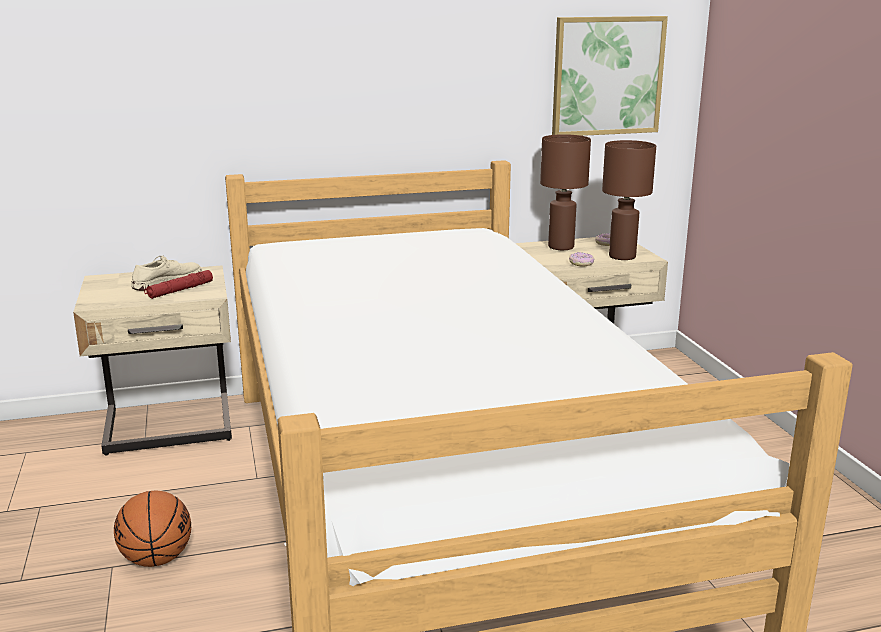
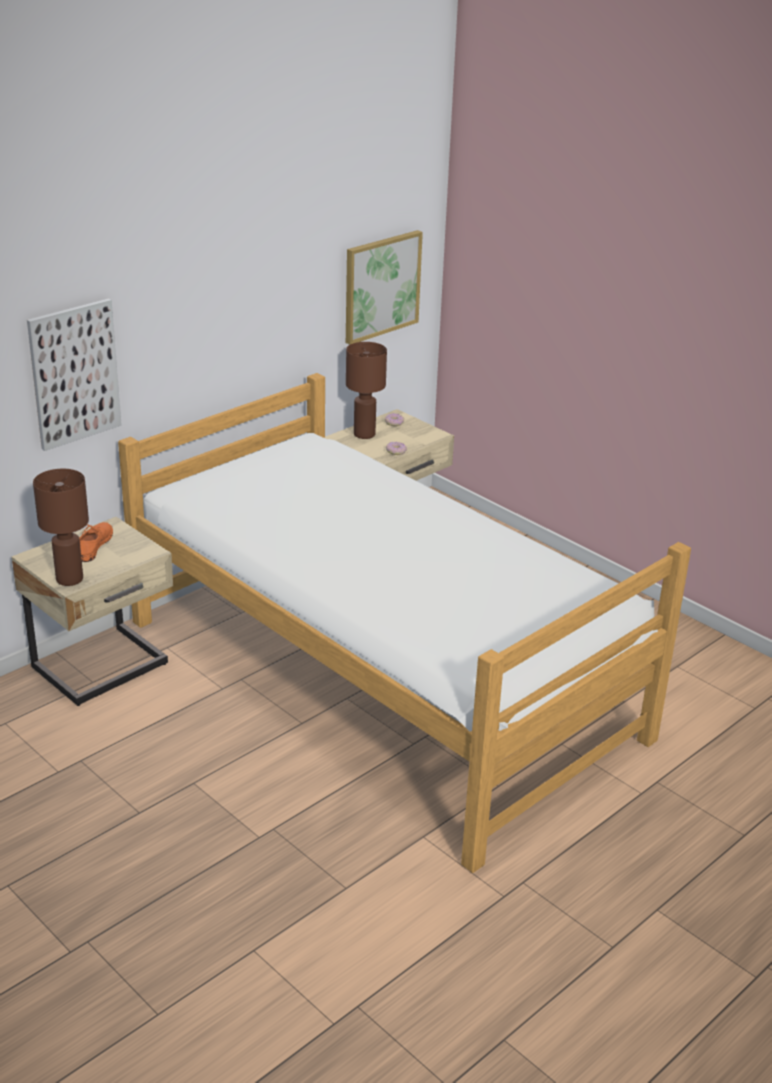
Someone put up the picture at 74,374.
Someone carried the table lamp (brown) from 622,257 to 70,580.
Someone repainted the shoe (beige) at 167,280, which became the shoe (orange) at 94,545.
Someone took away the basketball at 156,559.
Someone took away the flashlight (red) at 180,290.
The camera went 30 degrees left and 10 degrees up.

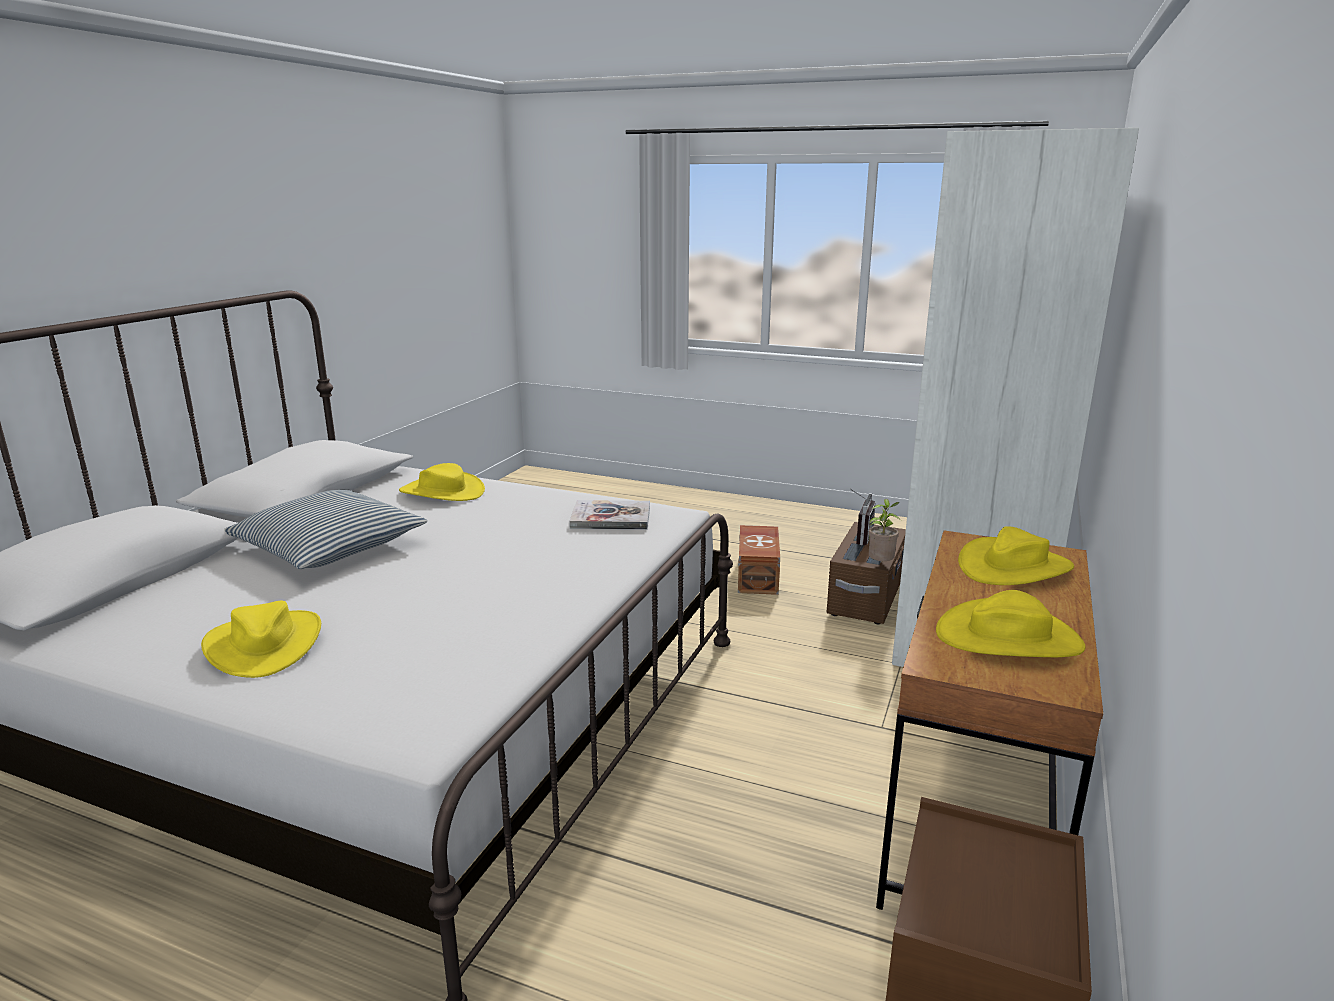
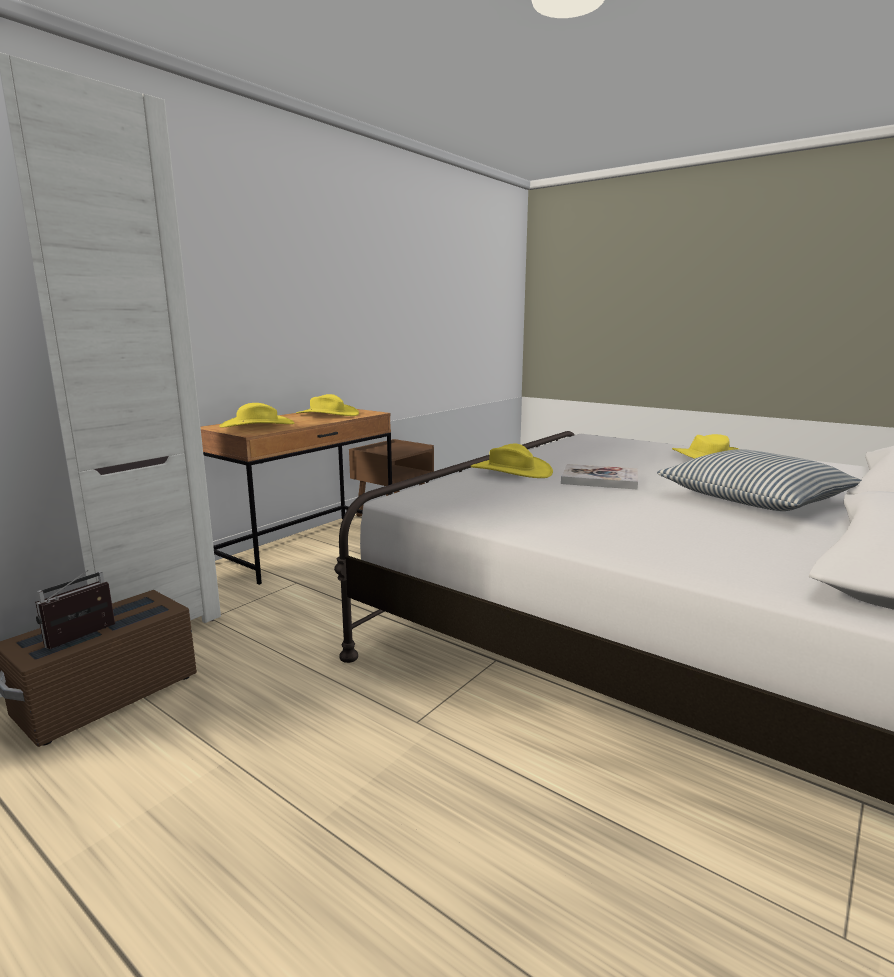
Someone carried the hat (yellow) from 442,491 to 510,471.
Someone carried the book from 611,518 to 599,479.
Someone took away the storage box (brown) at 759,575.
Someone took away the potted plant at 880,565.
The camera went 165 degrees left and 5 degrees down.

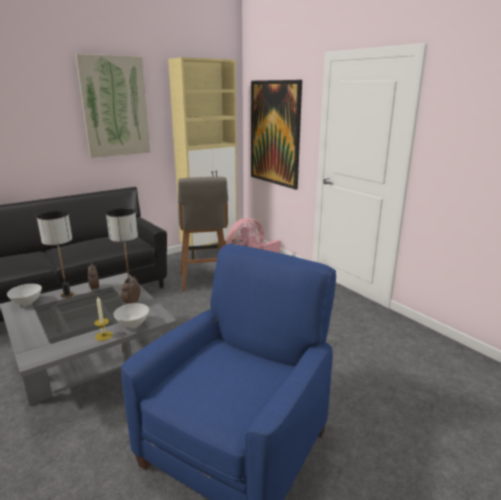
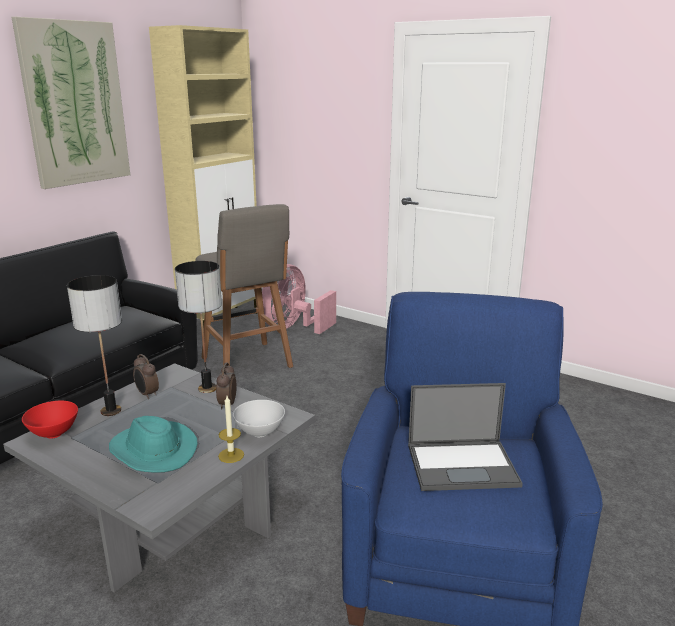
Someone repainted the bowl (white) at 27,303, which became the bowl (red) at 53,434.
Someone put down the hat (turquoise) at 152,450.
Someone put down the laptop at 463,465.
Someone took away the picture at 274,133.
The camera went 20 degrees left and 0 degrees up.

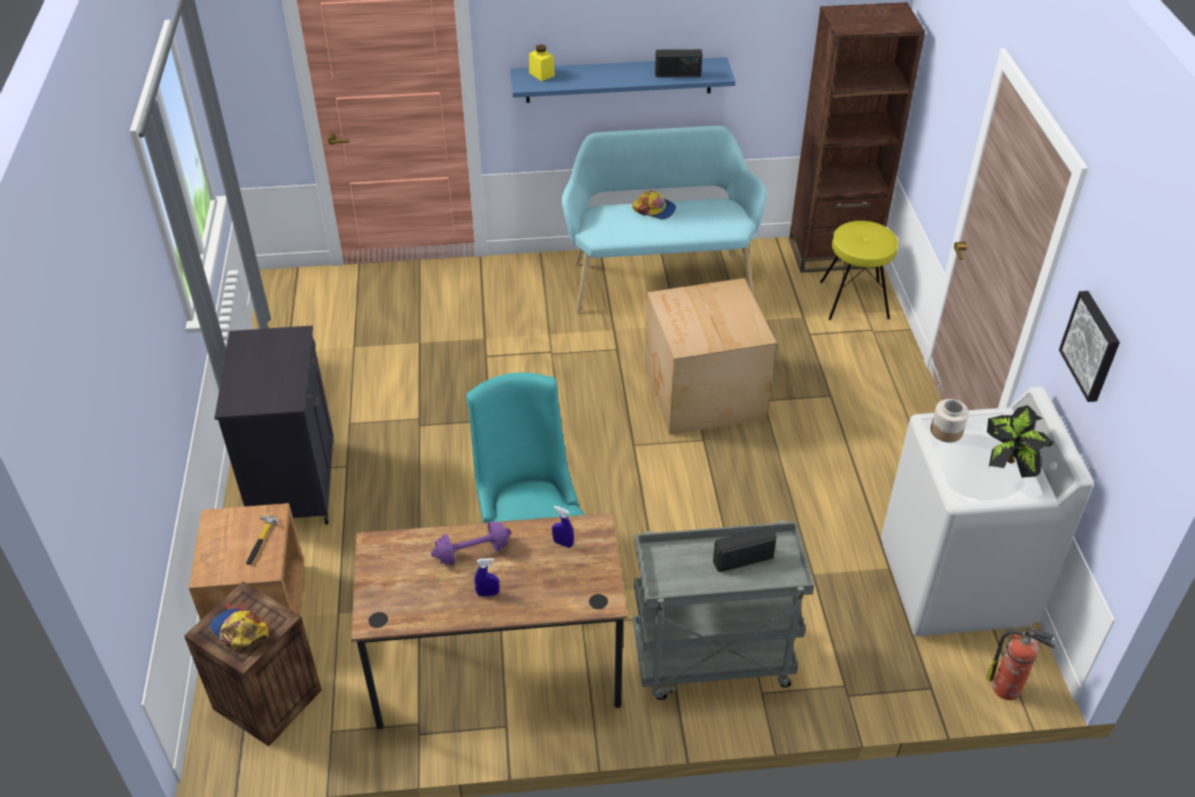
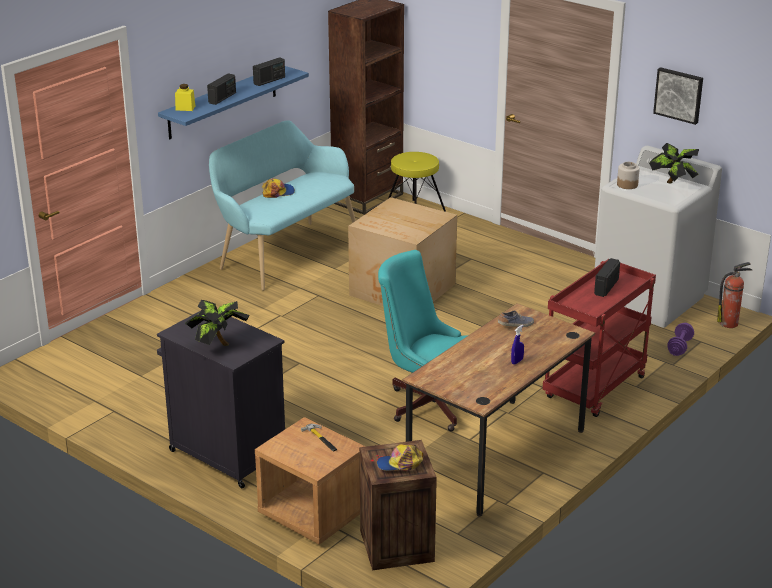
Someone put down the potted plant at 218,345.
Someone put down the radio at 222,98.
Someone swapped the spray bottle (blue) at 563,543 for the shoe at 516,325.
Someone repainted the cart (grey) at 711,662, which became the cart (red) at 595,389.
Someone carried the dumbbell (purple) from 472,552 to 679,347.
The camera went 45 degrees left and 15 degrees down.

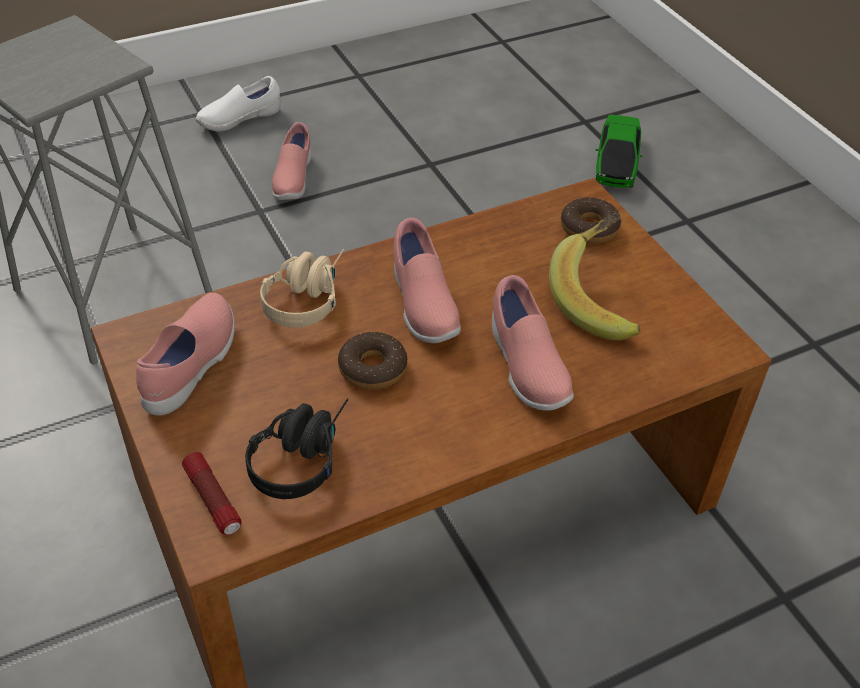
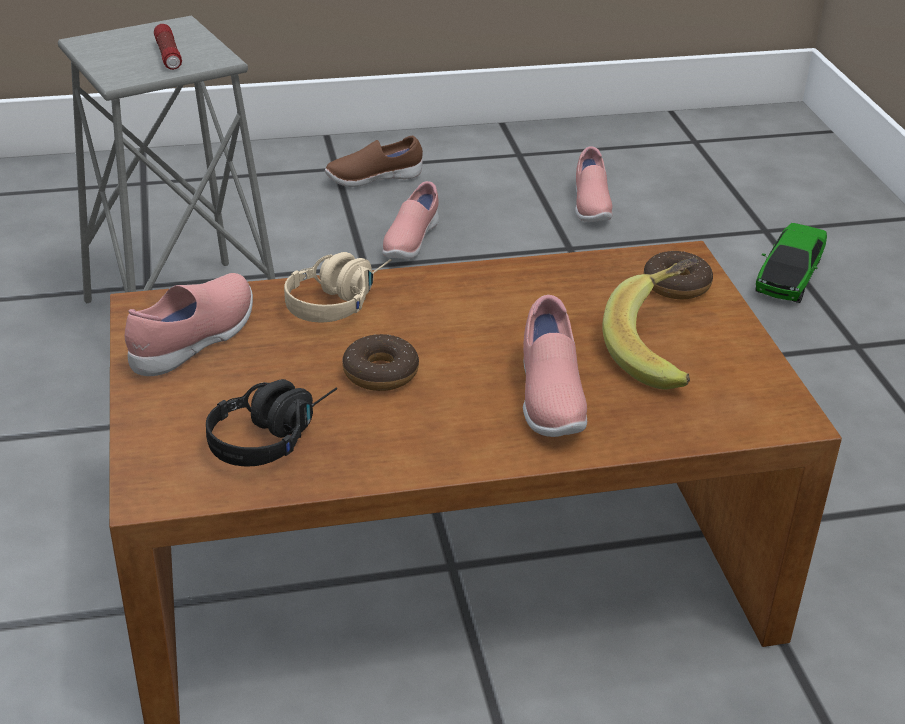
Someone carried the flashlight from 213,500 to 168,56.
Someone repainted the shoe (white) at 239,119, which became the shoe (brown) at 373,179.
Someone carried the shoe (pink) from 422,304 to 590,205.
The camera went 15 degrees right and 10 degrees down.

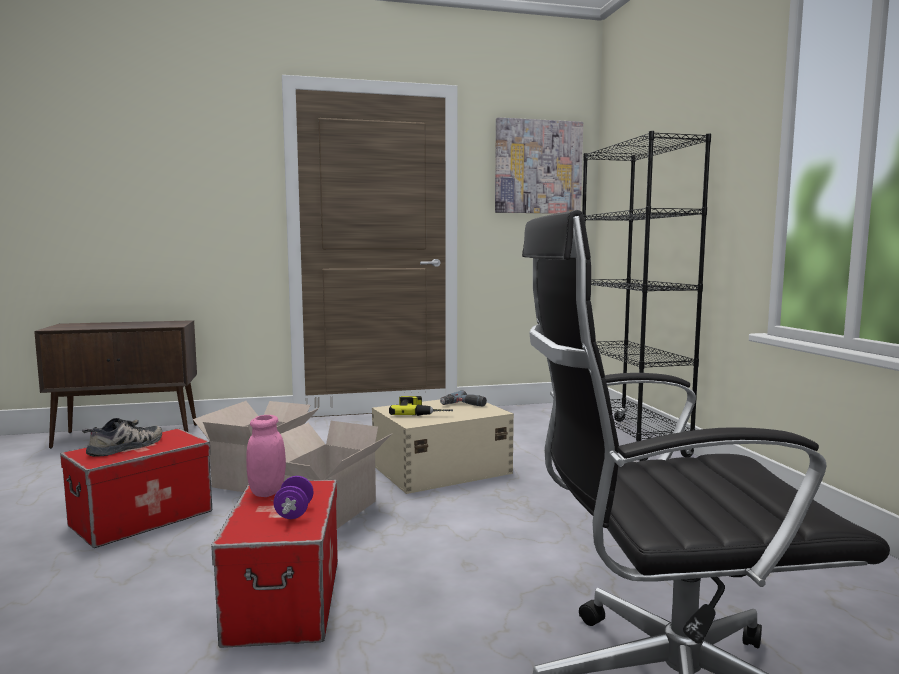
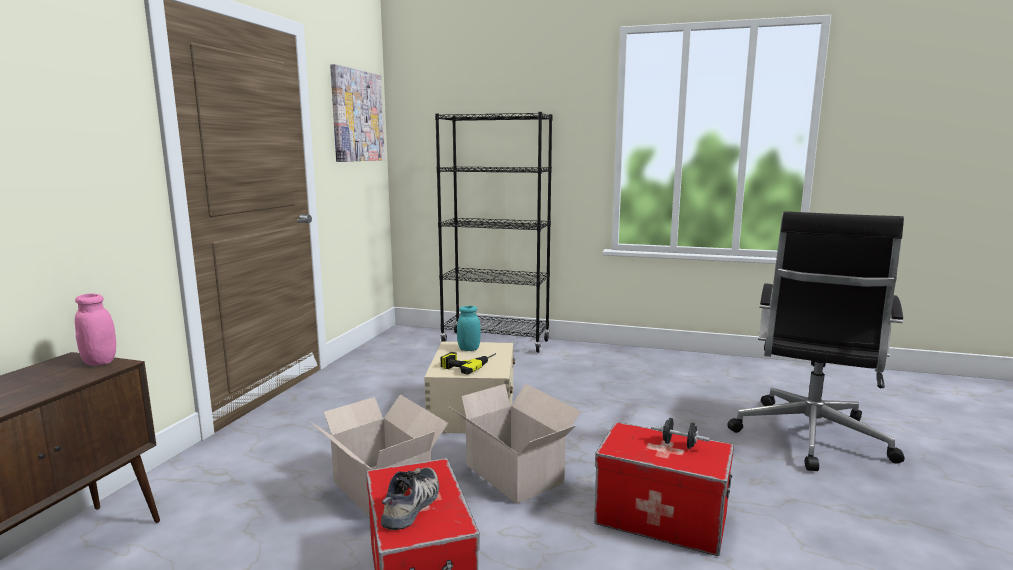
Someone carried the jar (pink) from 267,492 to 100,362.
Someone rotated the shoe at 126,447 by 45 degrees clockwise.
Someone swapped the power drill at 463,405 for the jar (turquoise) at 469,349.
Someone repainted the dumbbell (purple) at 294,513, which became the dumbbell (black) at 679,445.
The camera went 60 degrees left and 5 degrees up.

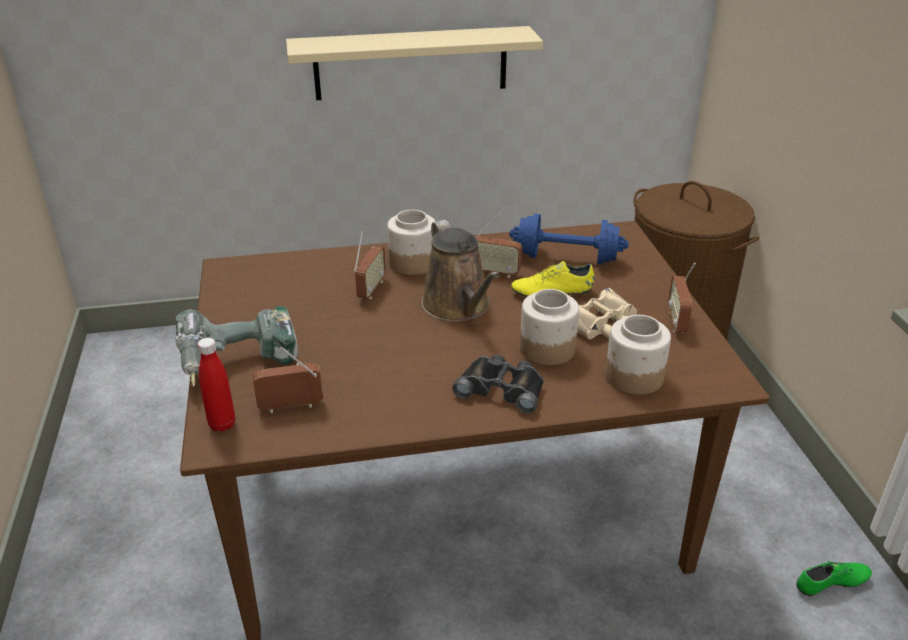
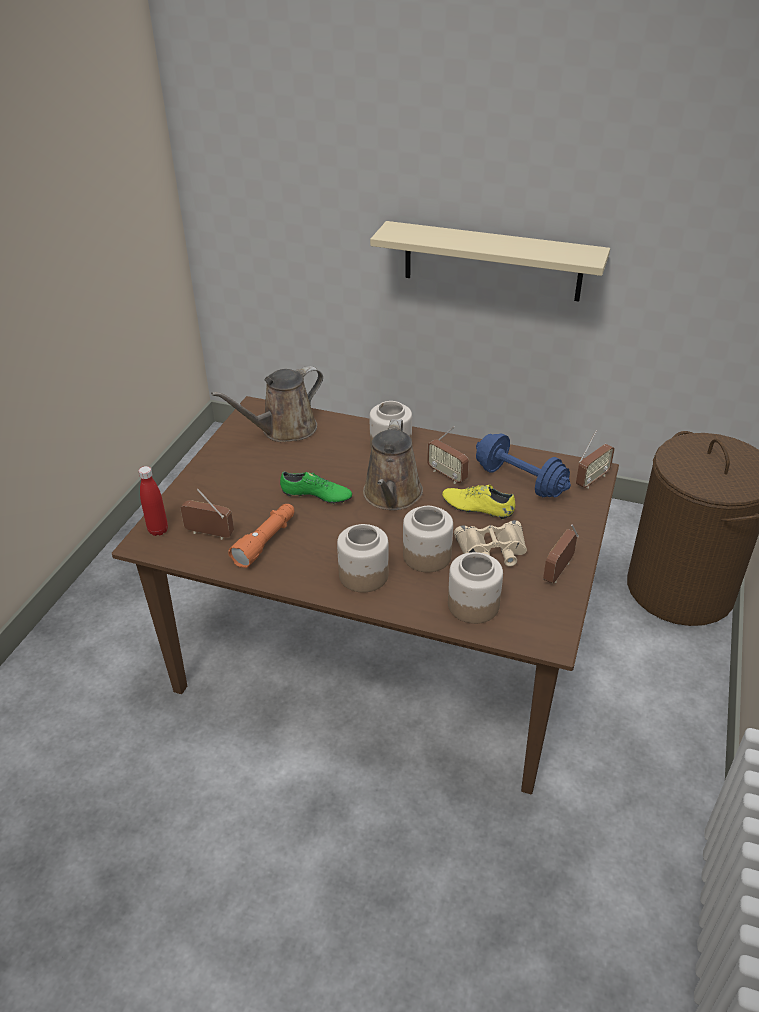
Someone put down the watering can (brown) at 284,430.
Someone put down the flashlight (orange) at 266,541.
Someone carried the shoe (green) from 831,584 to 316,497.
Someone swapped the binoculars (black) at 502,388 for the jar at 363,575.
Someone carried the radio from 371,289 to 592,480.
Someone took away the power drill at 240,366.
The camera went 30 degrees right and 5 degrees up.

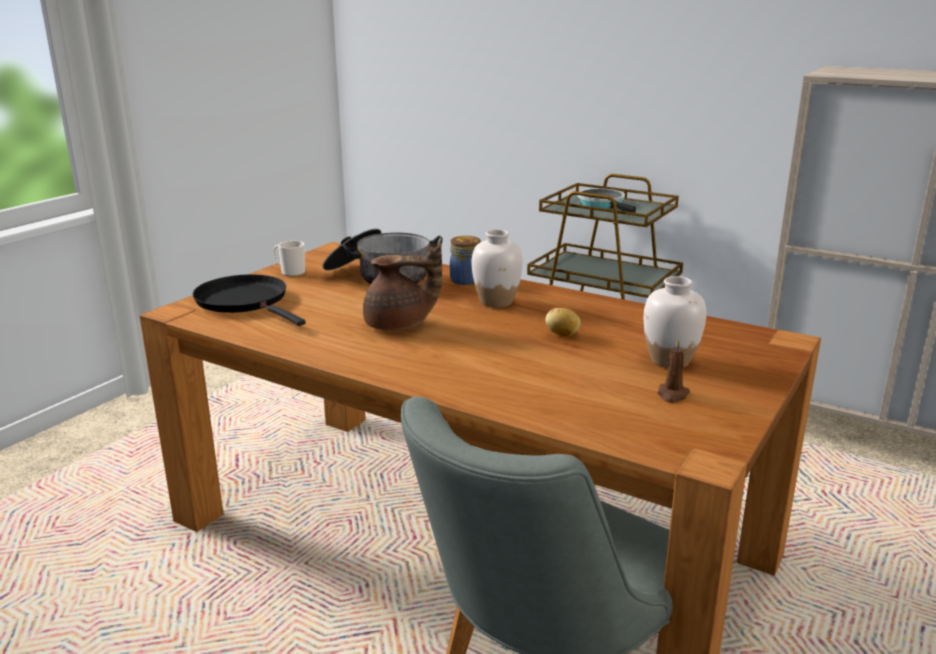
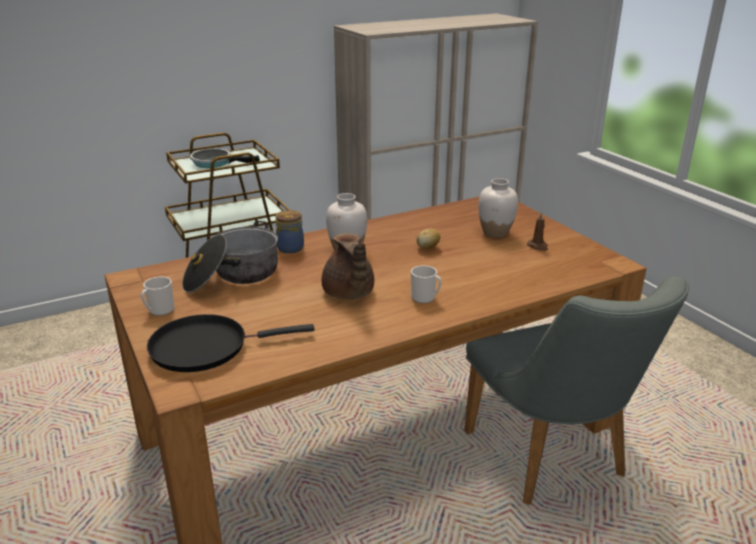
Someone rotated the teapot (brown) at 399,325 by 135 degrees clockwise.
Someone put down the mug at 425,298.
The camera went 60 degrees left and 5 degrees up.

